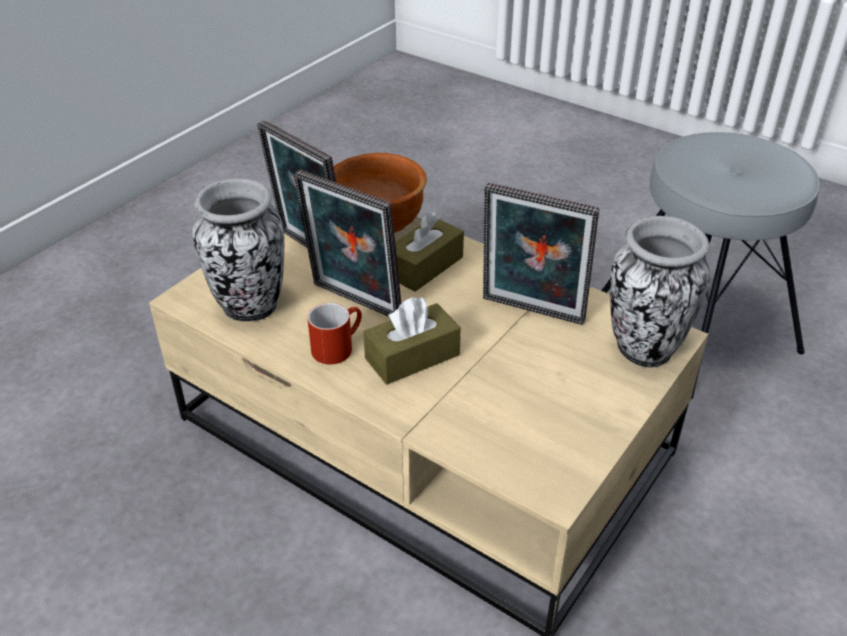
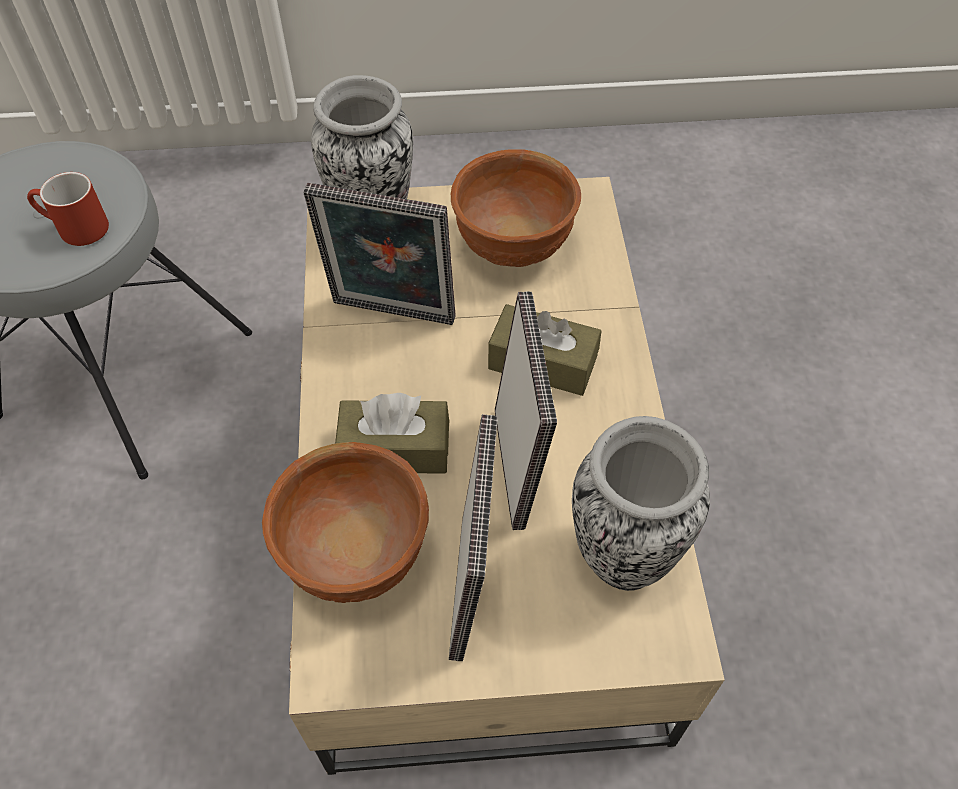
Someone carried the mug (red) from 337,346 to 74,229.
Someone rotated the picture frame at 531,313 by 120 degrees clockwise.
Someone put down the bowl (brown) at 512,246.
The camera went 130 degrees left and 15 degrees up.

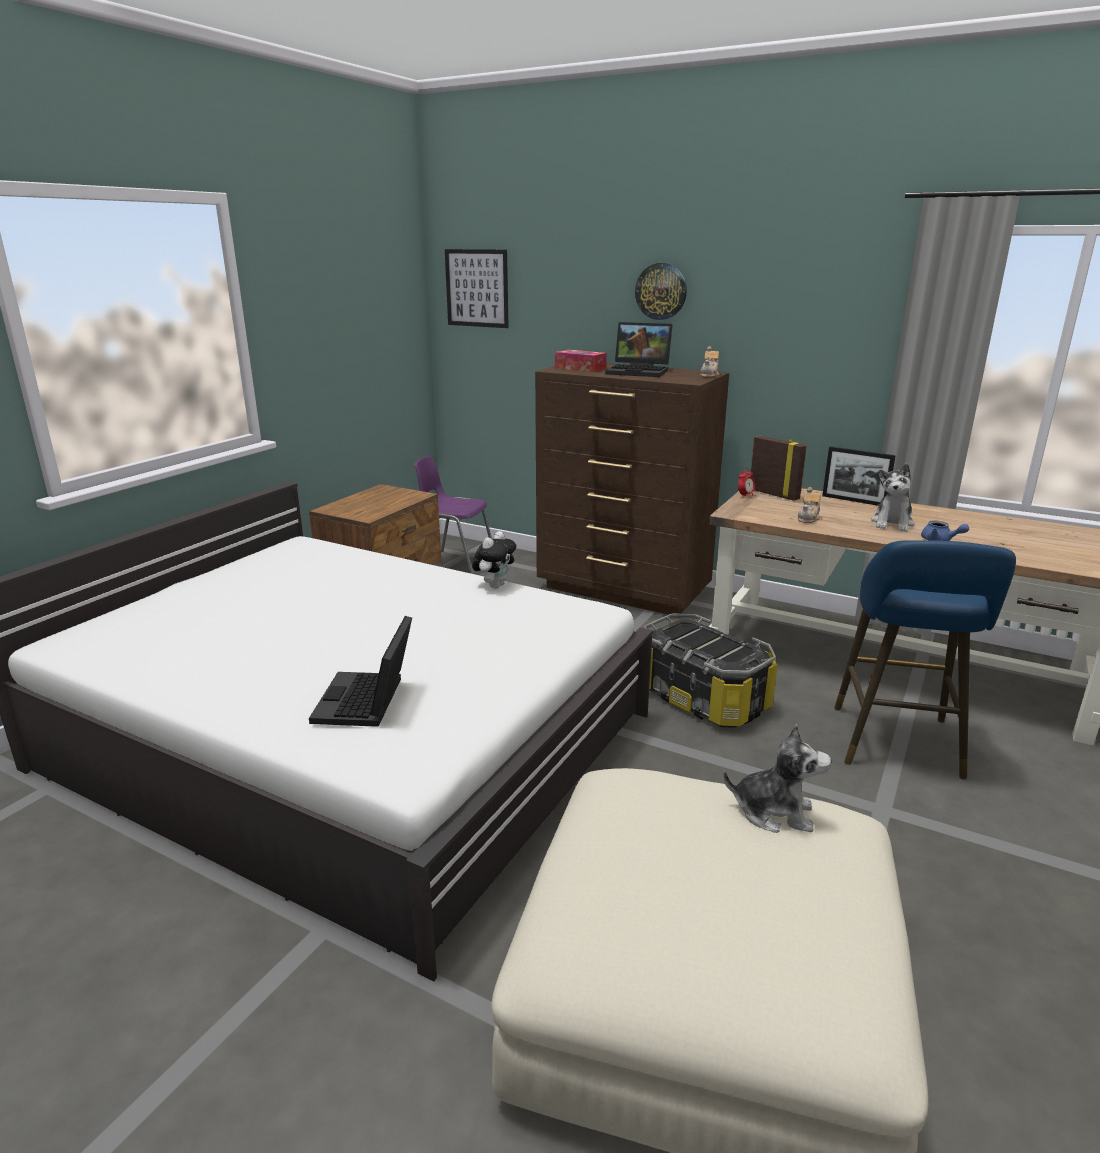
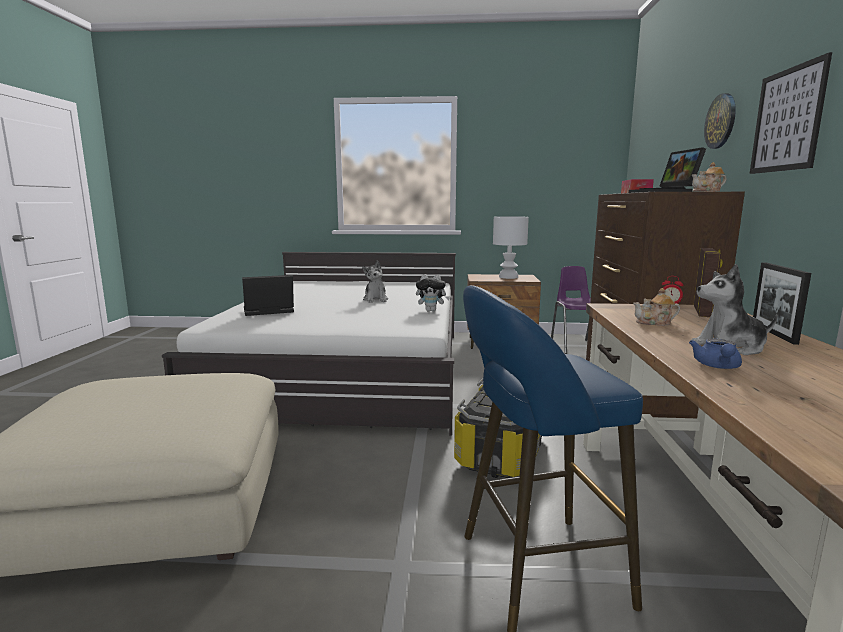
Someone carried the plush toy from 774,812 to 375,300.
Someone put down the table lamp (white) at 508,277.
Someone carried the picture from 477,288 to 787,120.
The camera went 65 degrees right and 10 degrees down.

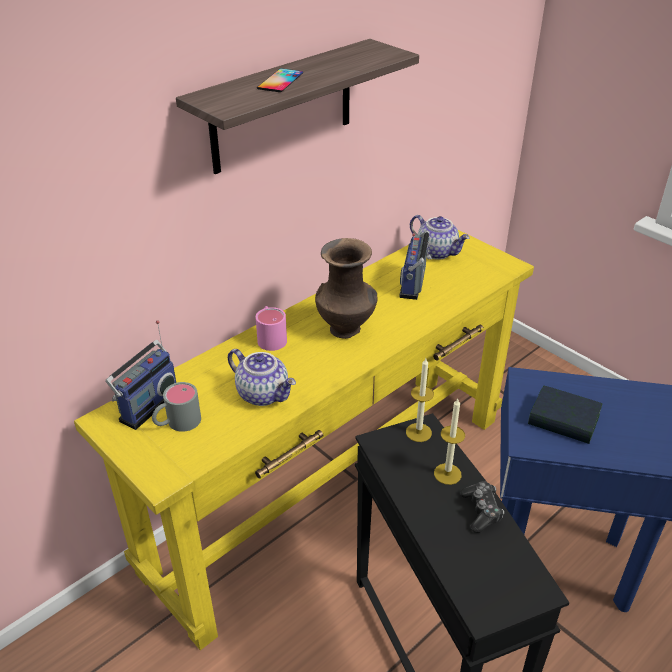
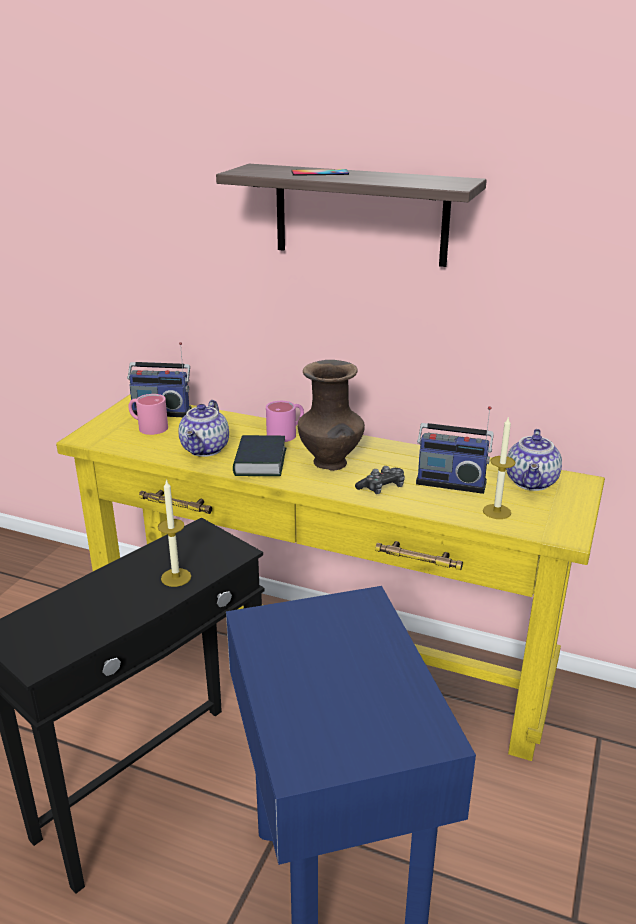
Someone repainted the mug (grey) at 177,423, which became the mug (pink) at 147,426.
Someone carried the book from 563,420 to 260,462.
Someone carried the game controller from 481,511 to 382,488.
Someone rotated the radio at 415,283 by 150 degrees counterclockwise.
Someone carried the candle from 418,432 to 496,511.
The camera went 65 degrees right and 10 degrees down.

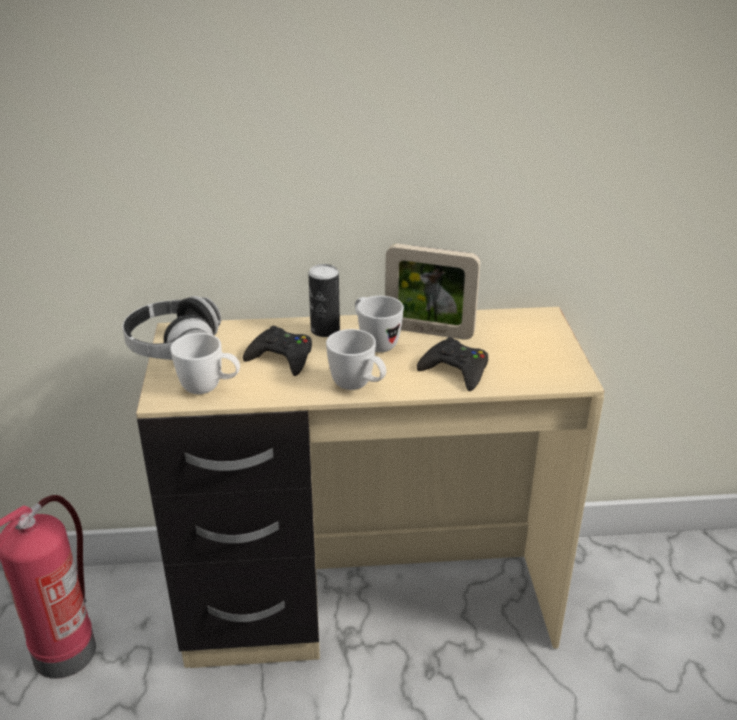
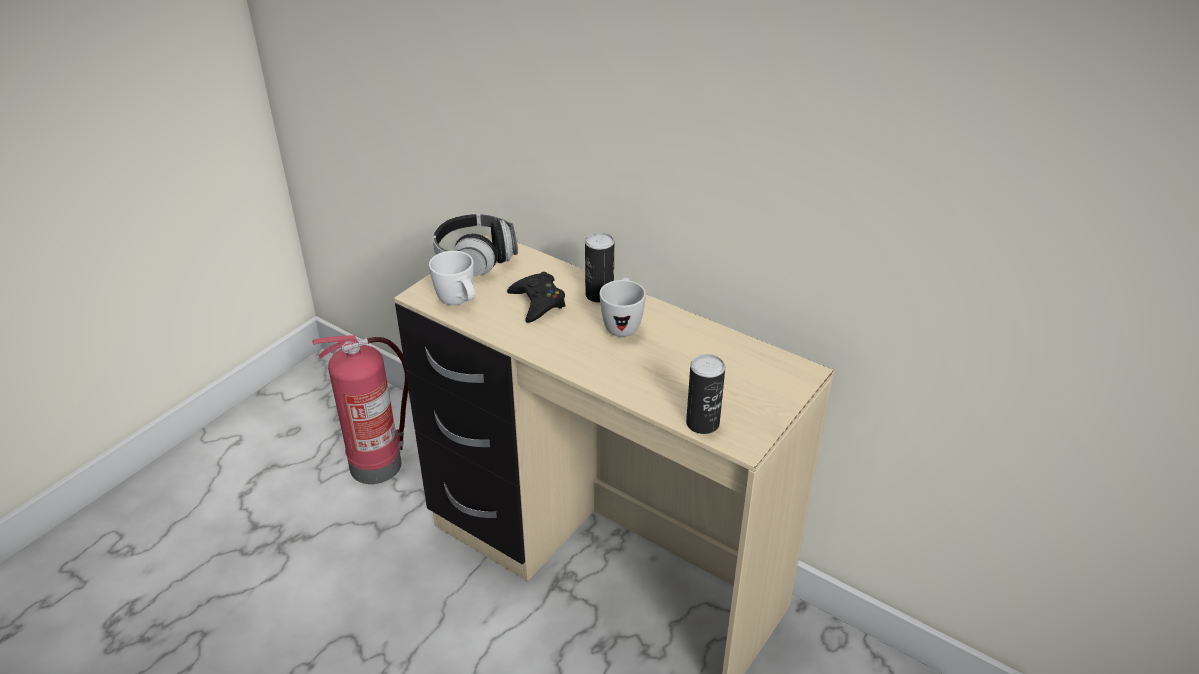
Someone put down the can at 702,423.
Someone took away the mug (white) at 358,386.
Someone took away the picture frame at 429,331.
Someone took away the game controller (black) at 455,370.
The camera went 40 degrees right and 5 degrees up.

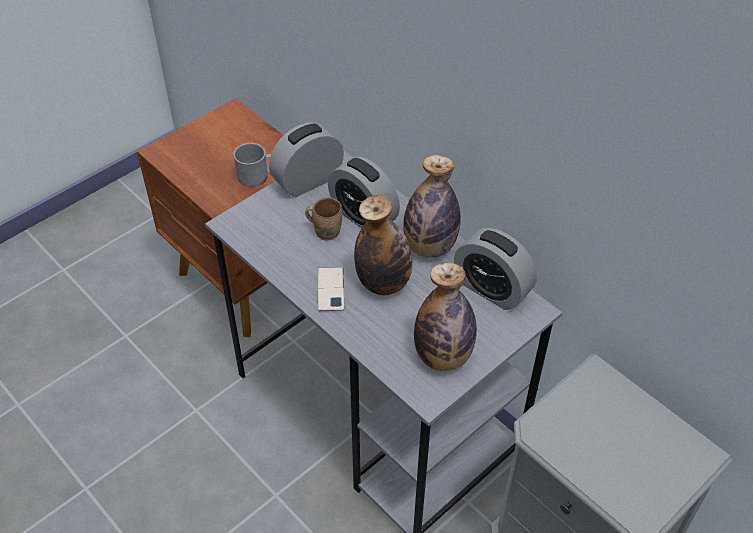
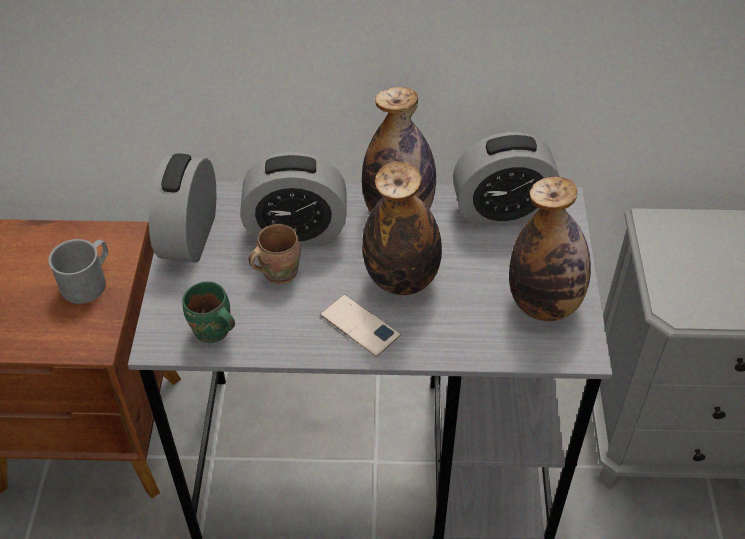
Someone put down the mug (green) at 212,333.
The camera went 45 degrees left and 0 degrees up.

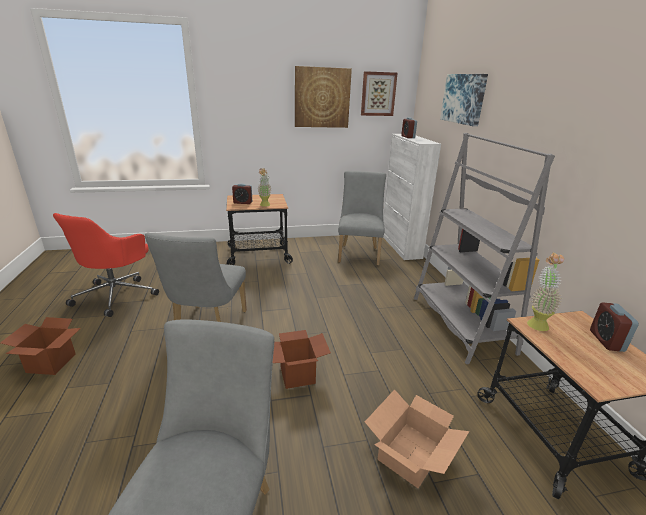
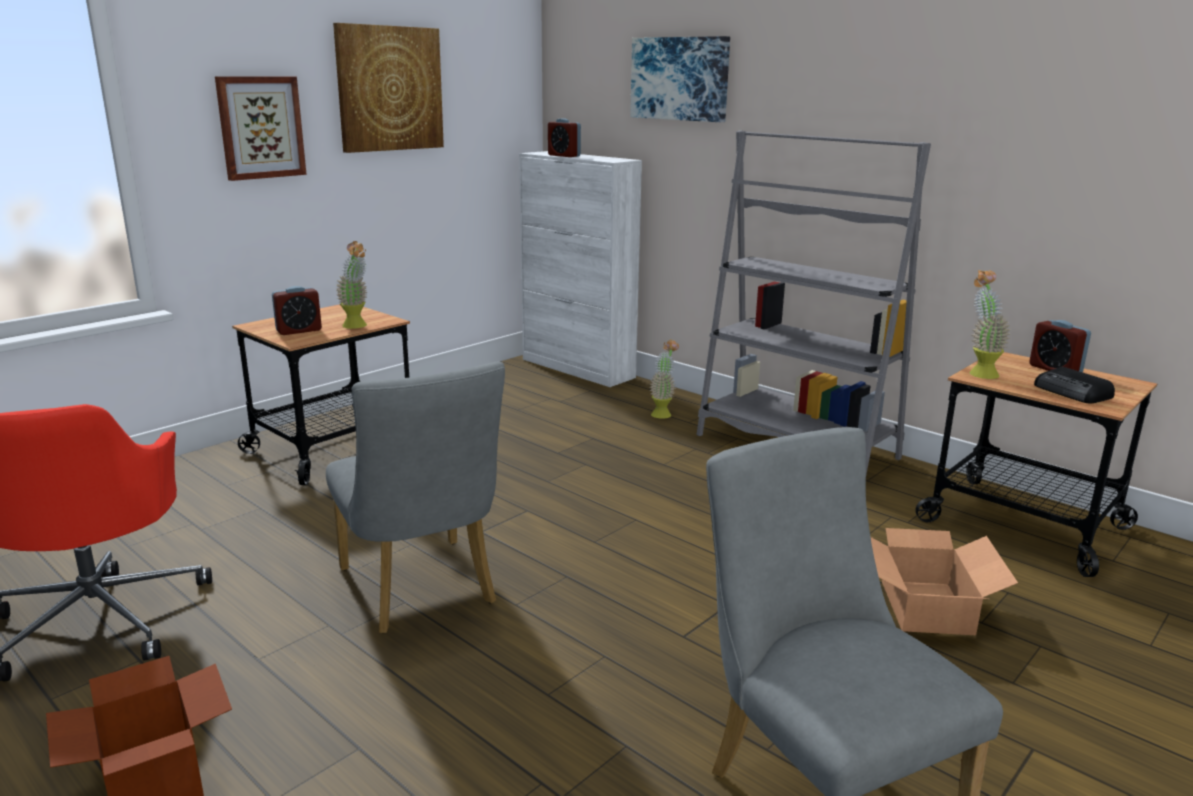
Someone carried the picture from 378,94 to 260,127.
Someone put down the potted plant at 663,413.
Someone put down the radio at 1073,392.
Someone took away the cardboard box at 297,375.
Someone took away the chair (grey) at 359,253.
The camera went 35 degrees left and 5 degrees down.

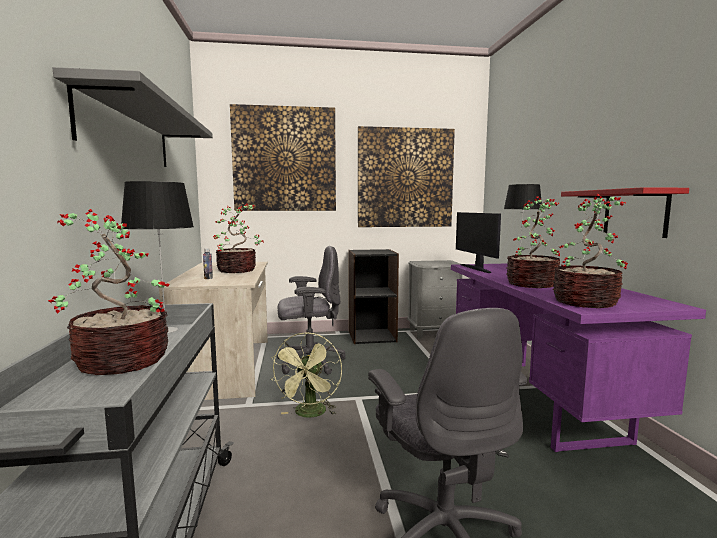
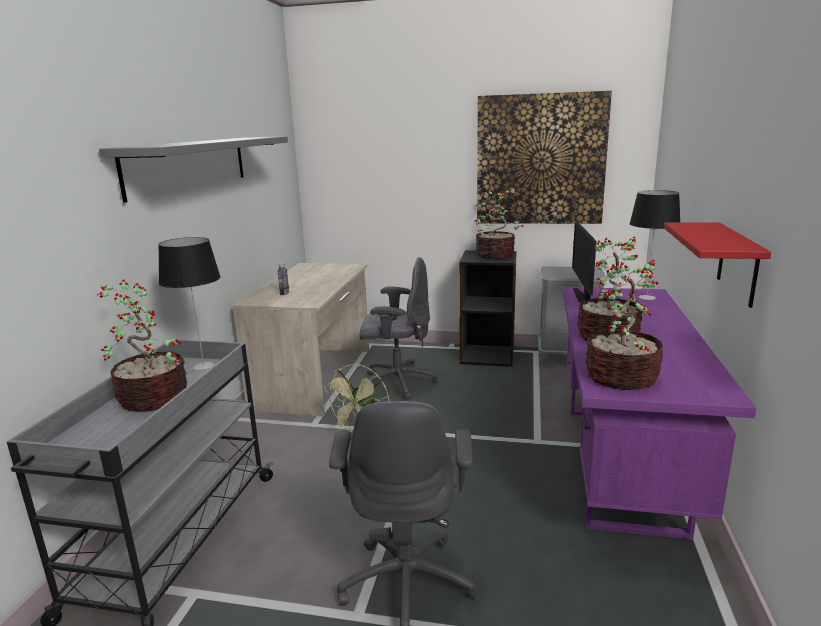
Someone carried the potted plant from 238,270 to 496,255.
Someone took away the picture at 284,159.
The camera went 20 degrees right and 10 degrees up.

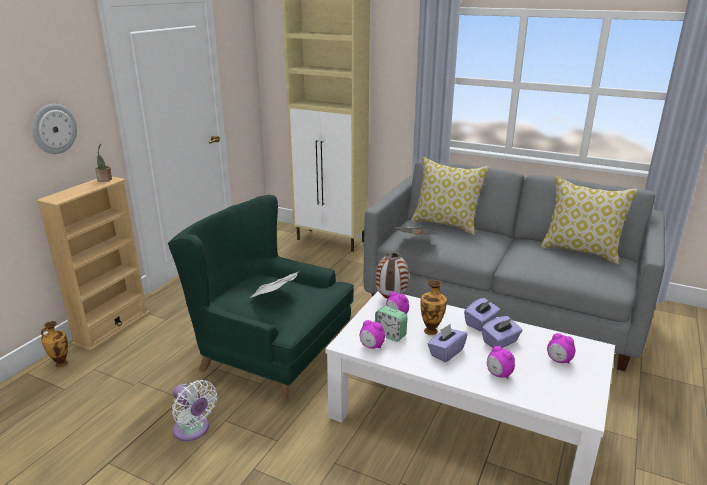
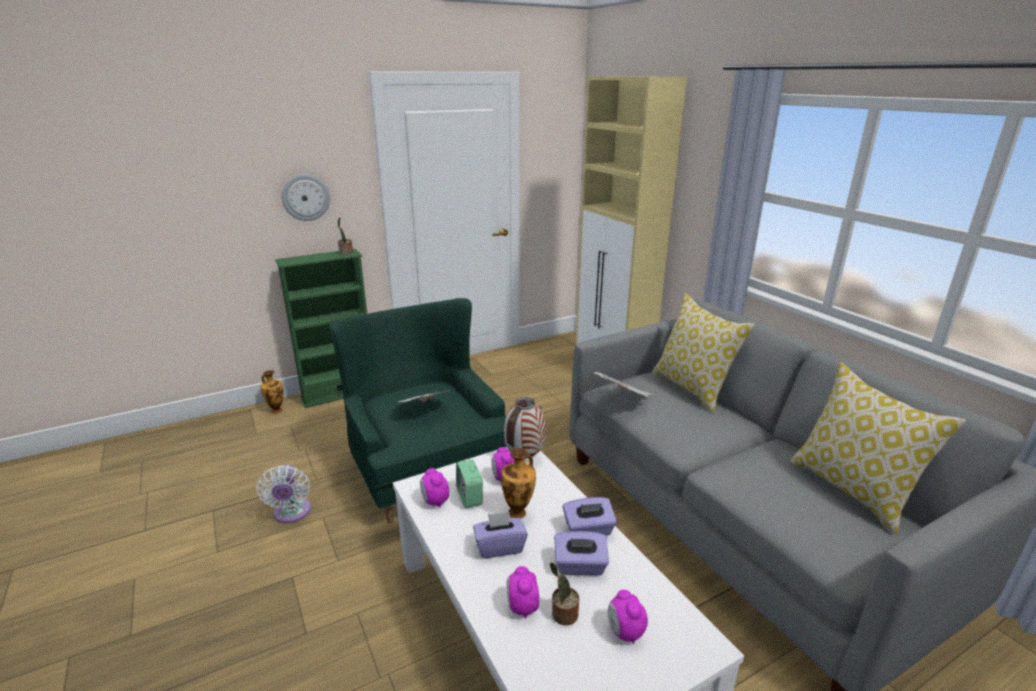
Someone repainted the bookcase (beige) at 112,328, which became the bookcase (green) at 339,393.
Someone put down the potted plant at 563,614.
The camera went 35 degrees right and 0 degrees up.

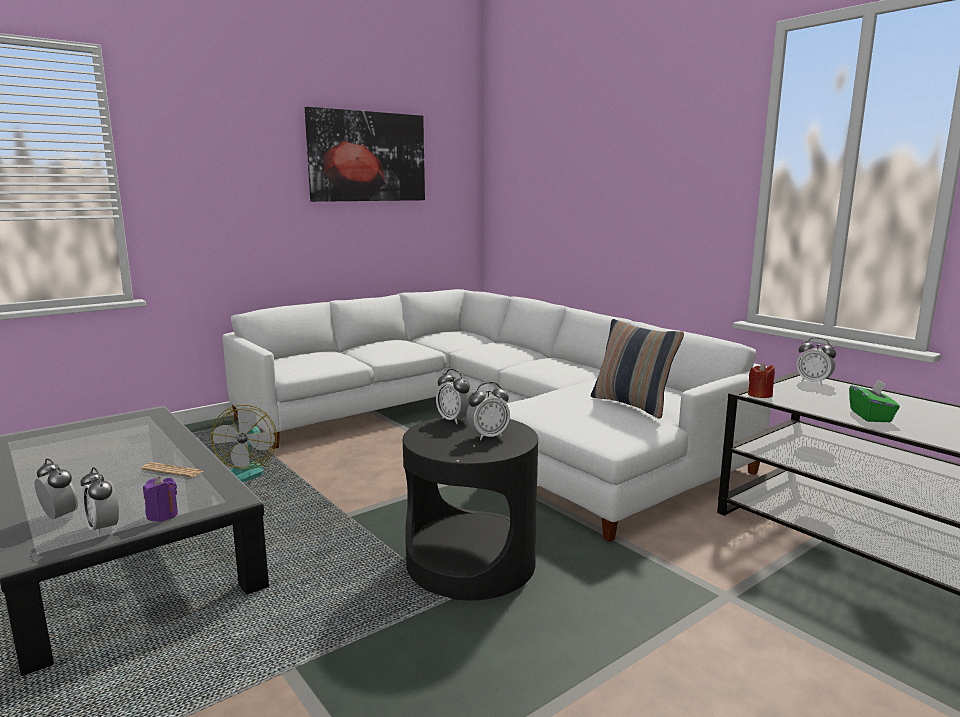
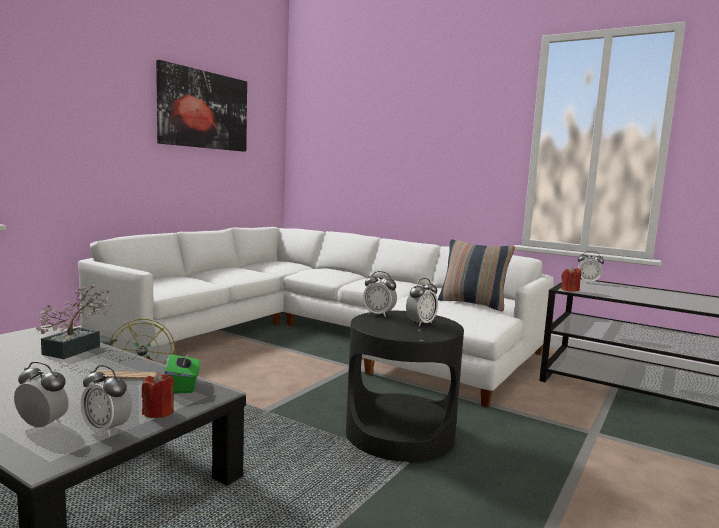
Someone put down the potted plant at 77,348.
Someone repainted the candle (purple) at 162,515, which became the candle (red) at 158,412.
Someone carried the tissue box (green) from 871,416 to 183,386.
The camera went 20 degrees left and 5 degrees down.

